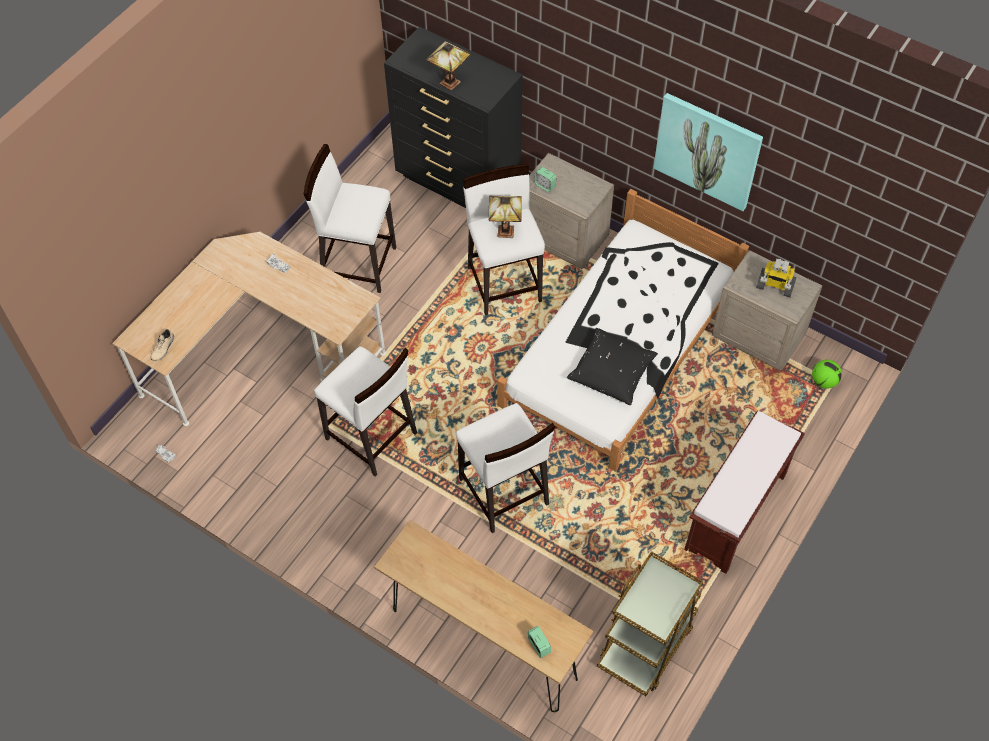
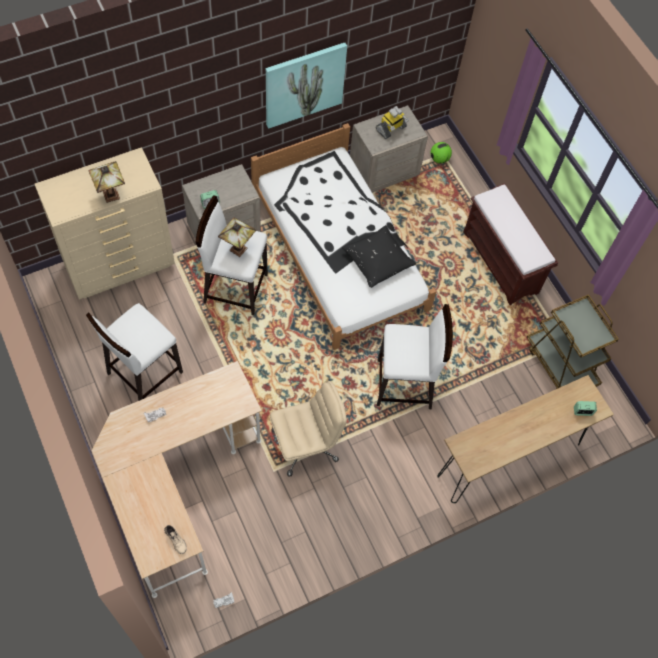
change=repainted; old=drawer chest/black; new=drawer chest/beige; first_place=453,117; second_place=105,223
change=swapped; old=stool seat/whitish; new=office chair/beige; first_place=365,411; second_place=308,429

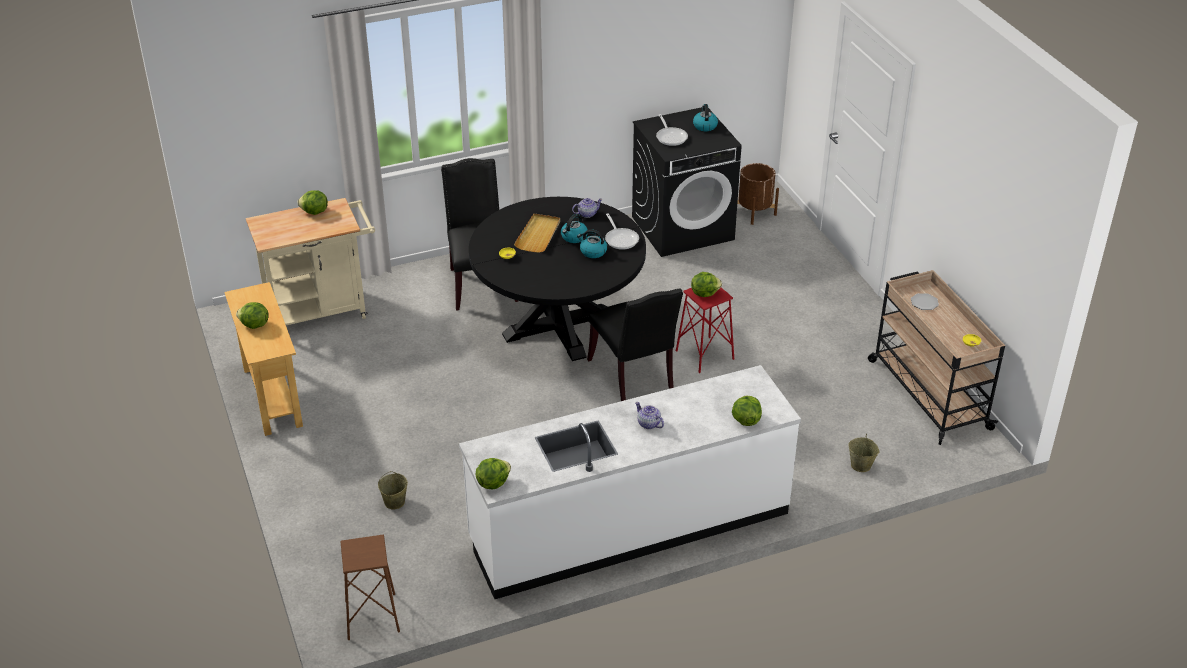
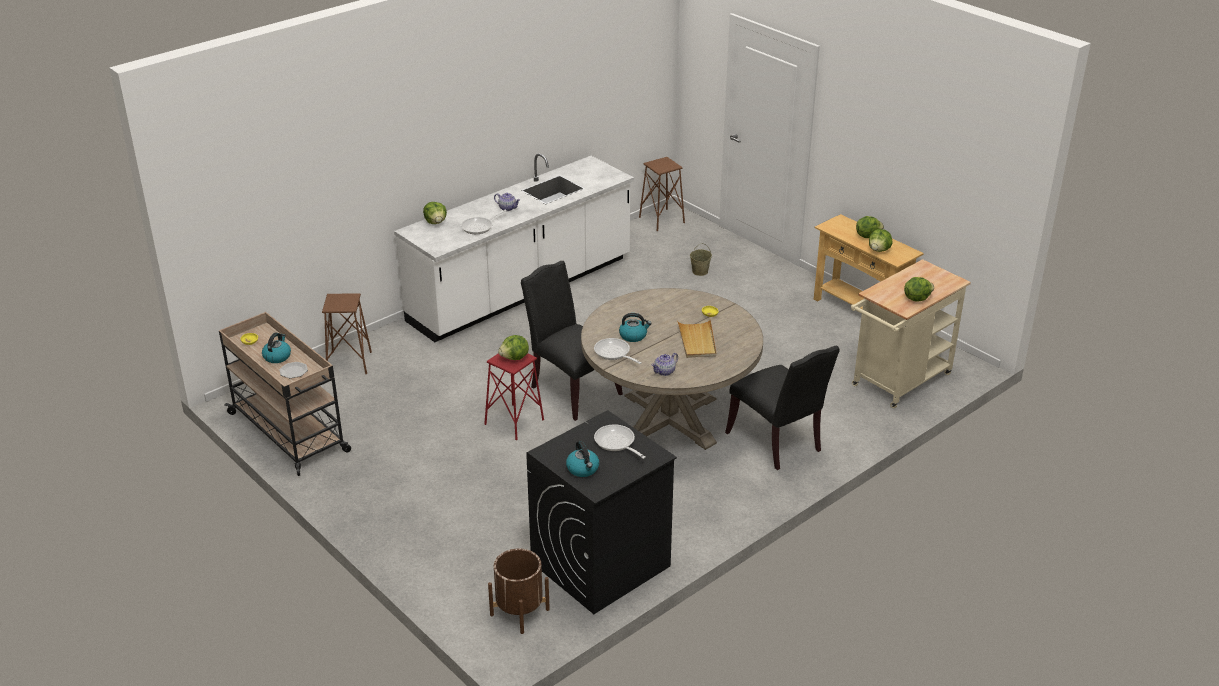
change=repainted; old=kitchen table/black; new=kitchen table/beige; first_place=557,279; second_place=672,369
change=shifted; old=water kettle; first_place=574,228; second_place=276,348
change=swapped; old=water bucket/beige; new=stool seat/brownish; first_place=864,452; second_place=347,333
change=shifted; old=lettuce; first_place=493,473; second_place=880,240
change=new; new=frying pan; second_place=484,221

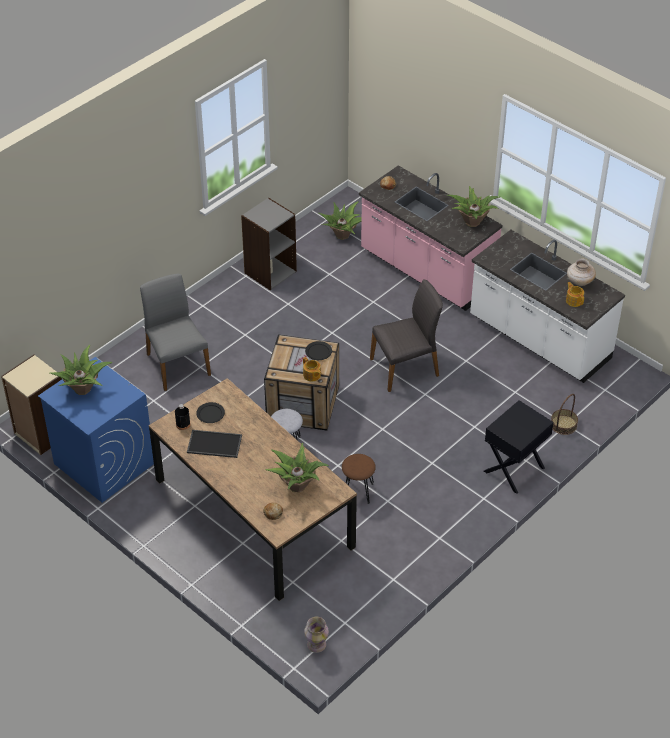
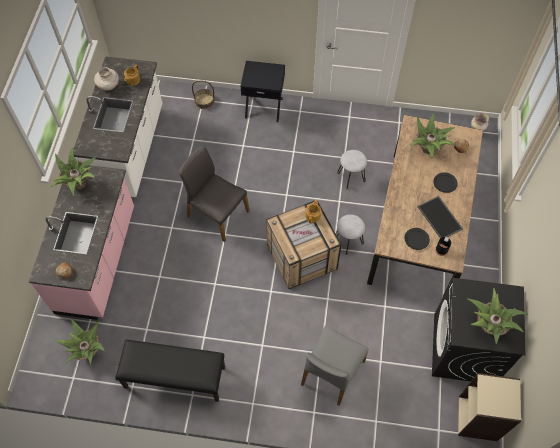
change=swapped; old=bookcase/gray; new=indoor bench/black; first_place=269,243; second_place=170,371
change=shifted; old=dinner plate/black; first_place=318,350; second_place=445,182
change=repainted; old=laundry machine/blue-coloured; new=laundry machine/black; first_place=96,430; second_place=478,330
change=repainted; old=stool seat/brownish; new=stool seat/gray; first_place=359,479; second_place=352,169

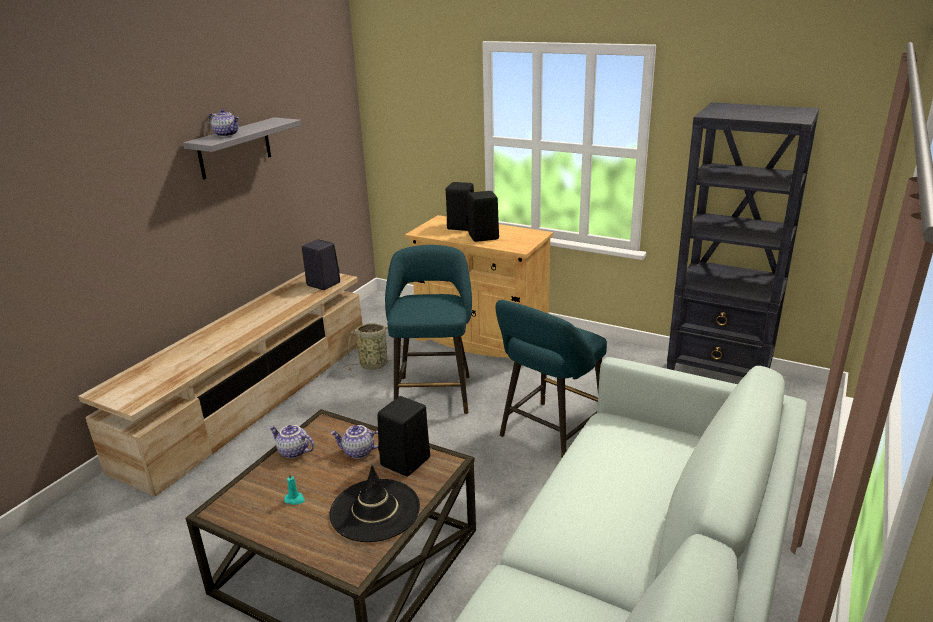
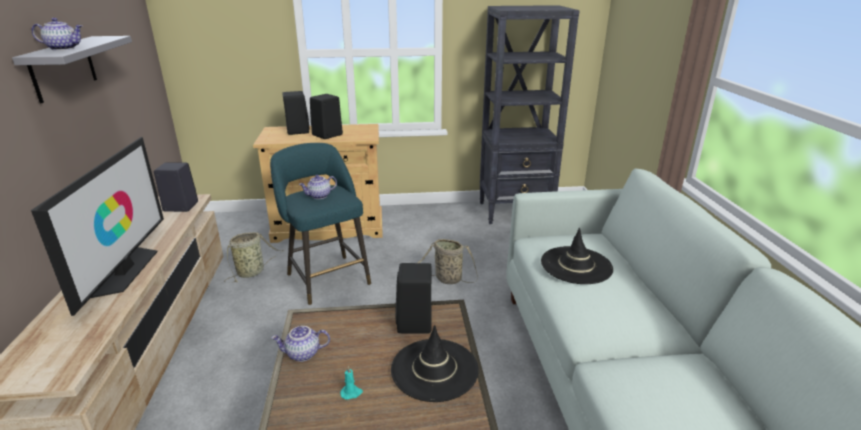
change=swapped; old=stool seat/blue-green; new=storage basket; first_place=551,379; second_place=447,261
change=shifted; old=teapot; first_place=354,442; second_place=318,187
change=new; new=television; second_place=97,226
change=new; new=hat/black; second_place=577,256

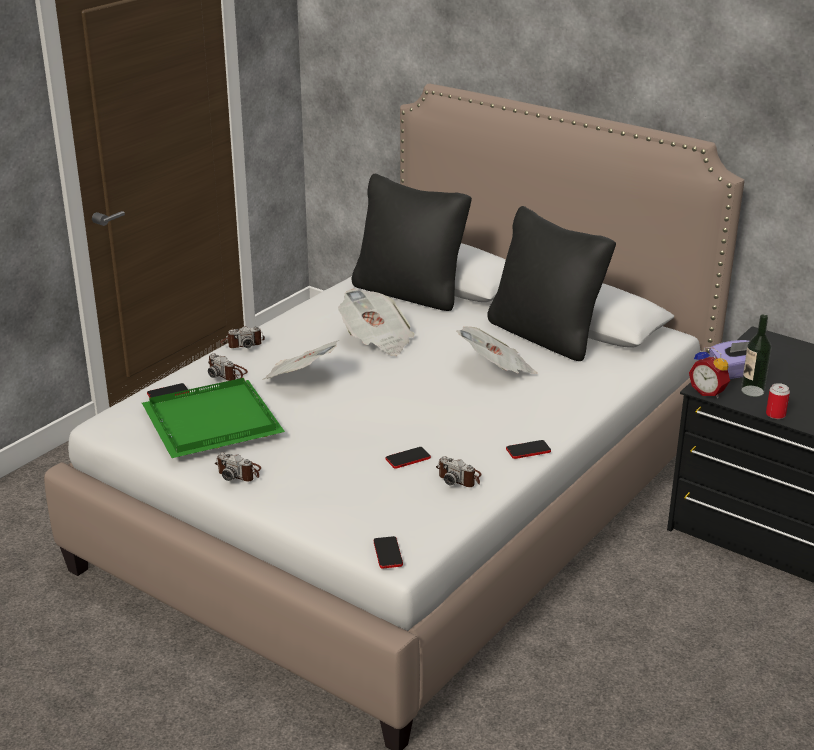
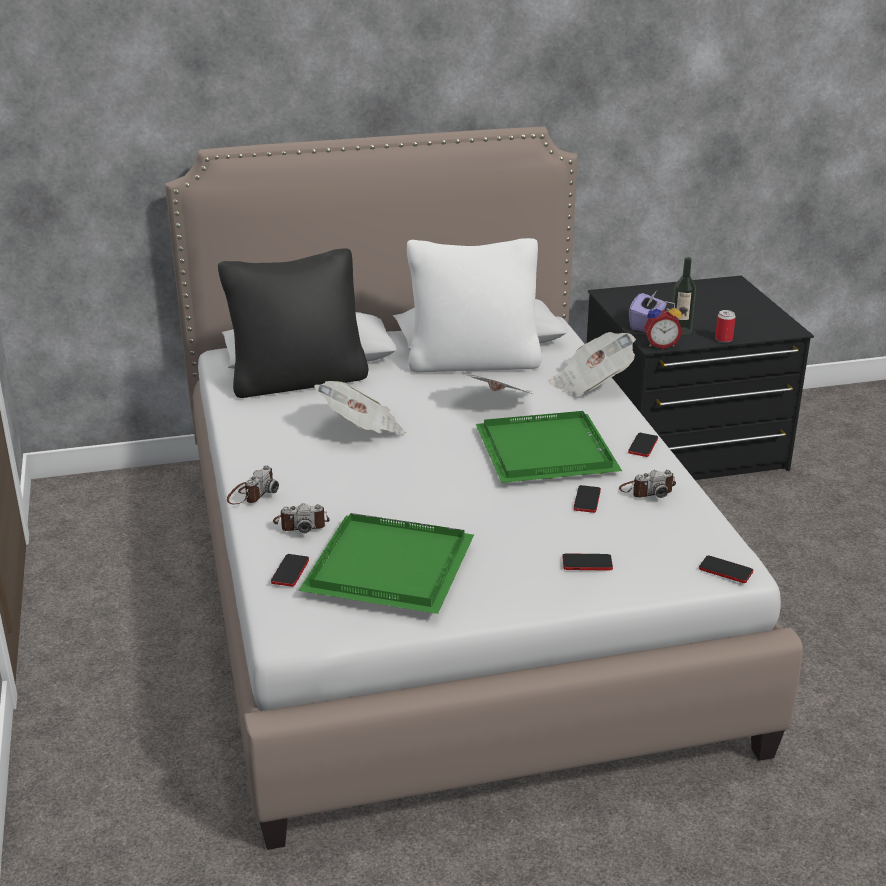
change=repainted; old=throw pillow/black; new=throw pillow/whitish; first_place=551,283; second_place=474,305
change=shifted; old=newspaper; first_place=300,360; second_place=592,364
change=gone; old=still camera; first_place=238,467
change=new; new=tray/greenish; second_place=549,447
change=new; new=phone; second_place=587,562

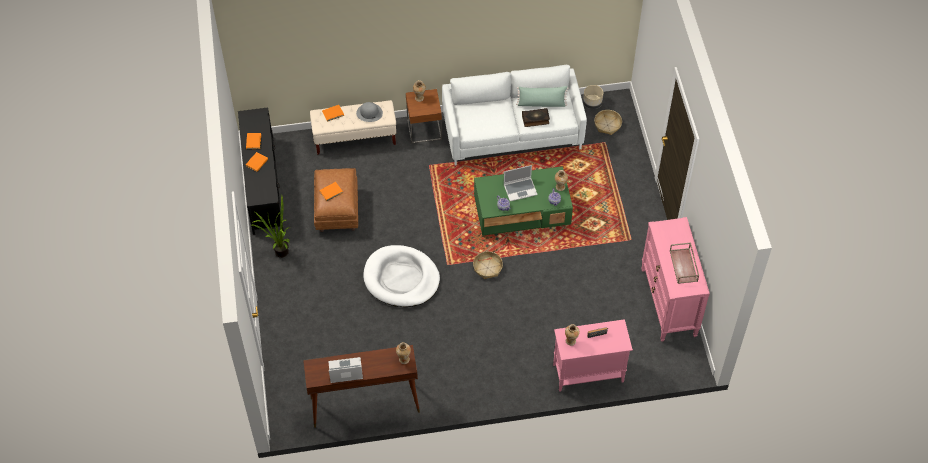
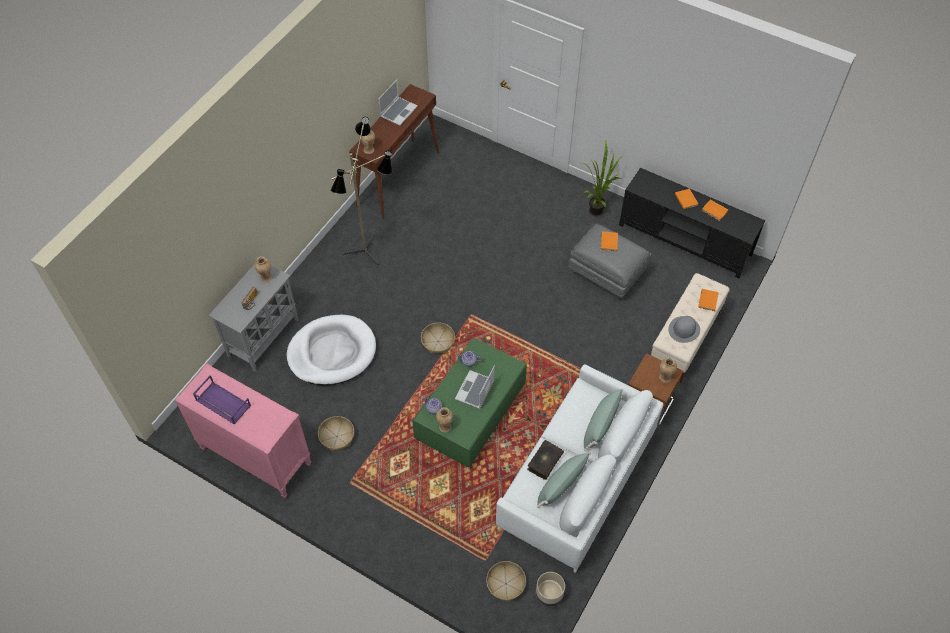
change=repainted; old=ottoman/brownish; new=ottoman/gray; first_place=336,200; second_place=610,261
change=repainted; old=tray/brownish; new=tray/purple; first_place=684,263; second_place=222,400
change=shifted; old=dog bed/whitish; first_place=401,276; second_place=331,350
change=repainted; old=storage cabinet/pinkish; new=storage cabinet/gray; first_place=593,355; second_place=253,318
change=new; new=floor lamp; second_place=361,191
change=new; new=throw pillow/greenish; second_place=603,420
change=new; new=storage basket; second_place=336,433

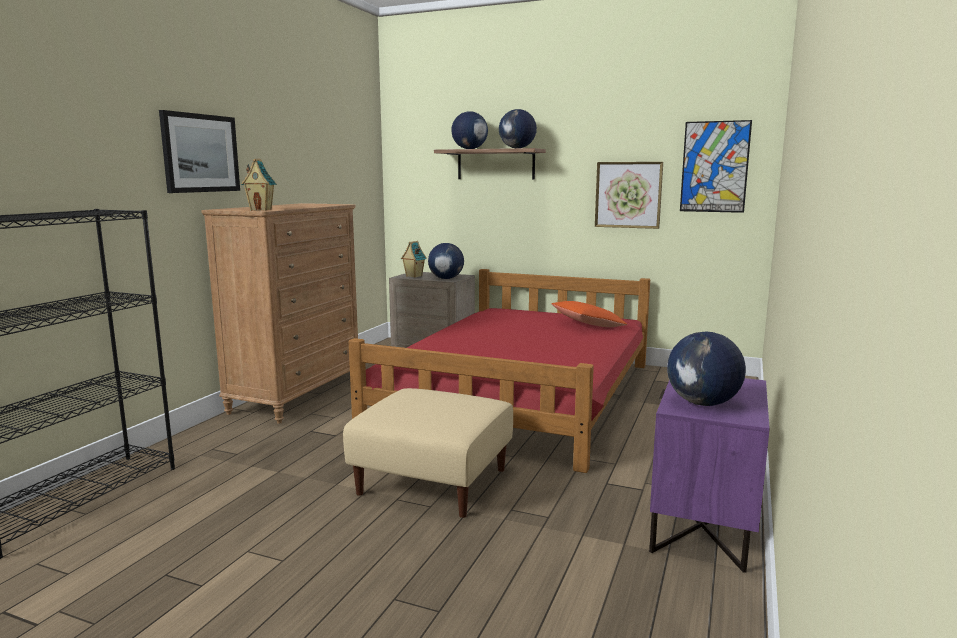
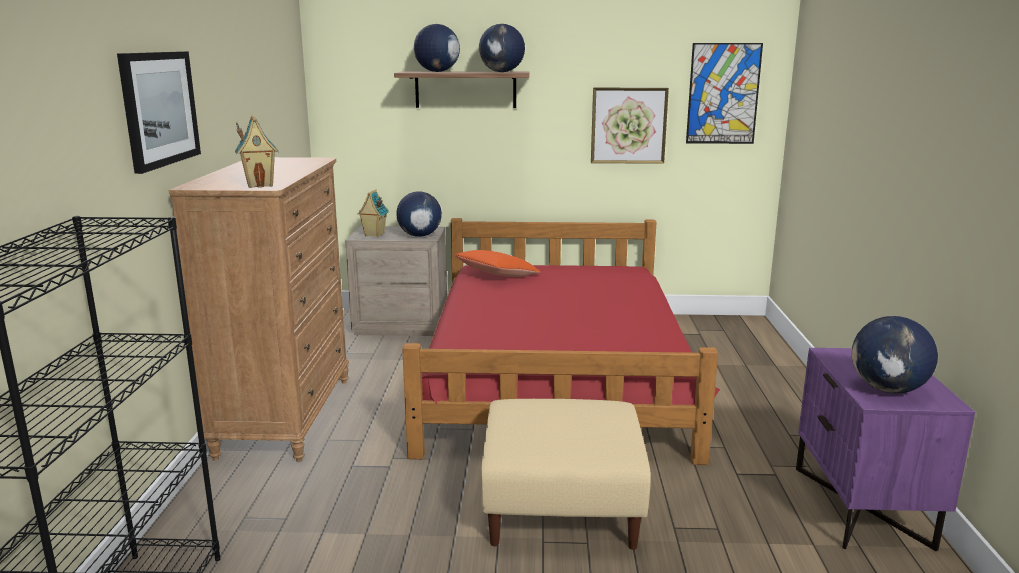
change=shifted; old=throw pillow/orange; first_place=589,314; second_place=497,263

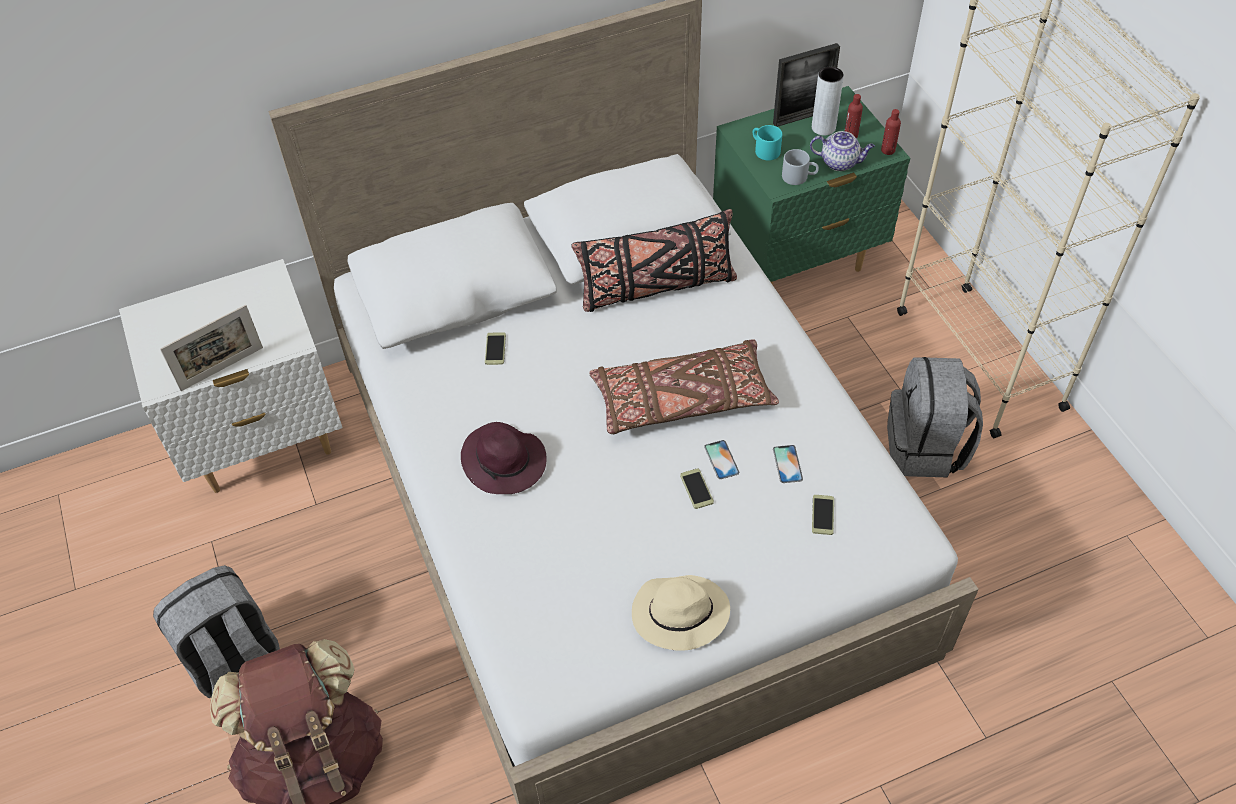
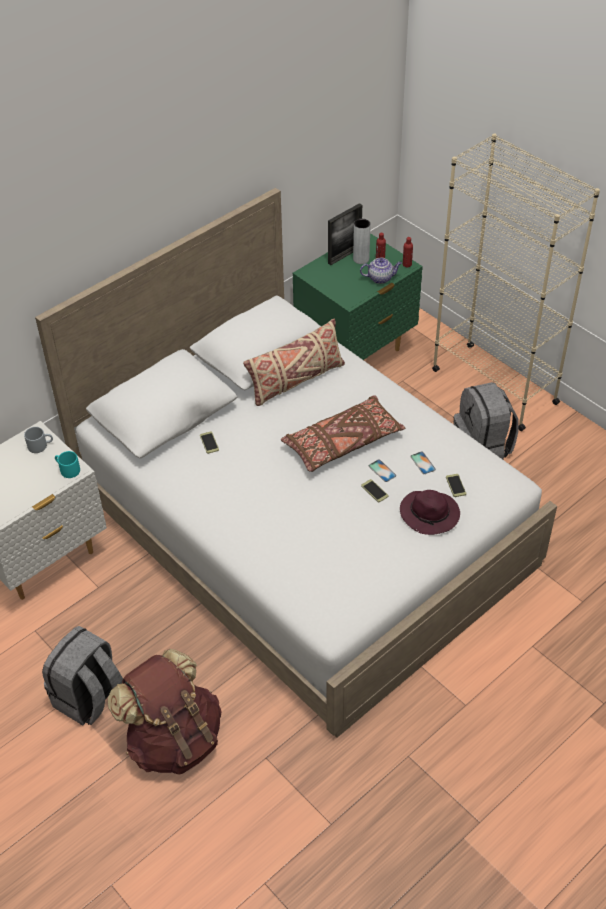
change=shifted; old=mug/blue-green; first_place=767,143; second_place=67,464
change=shifted; old=mug/gray; first_place=800,167; second_place=38,440
change=repainted; old=throw pillow/black; new=throw pillow/beige; first_place=654,260; second_place=294,362
change=gone; old=photo frame; first_place=211,347
change=shifted; old=hat/purple; first_place=504,458; second_place=430,512
change=gone; old=hat/beige; first_place=681,613

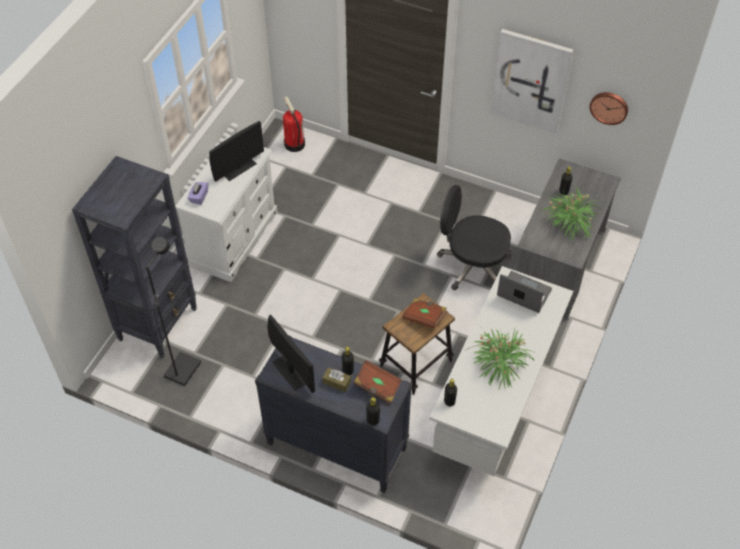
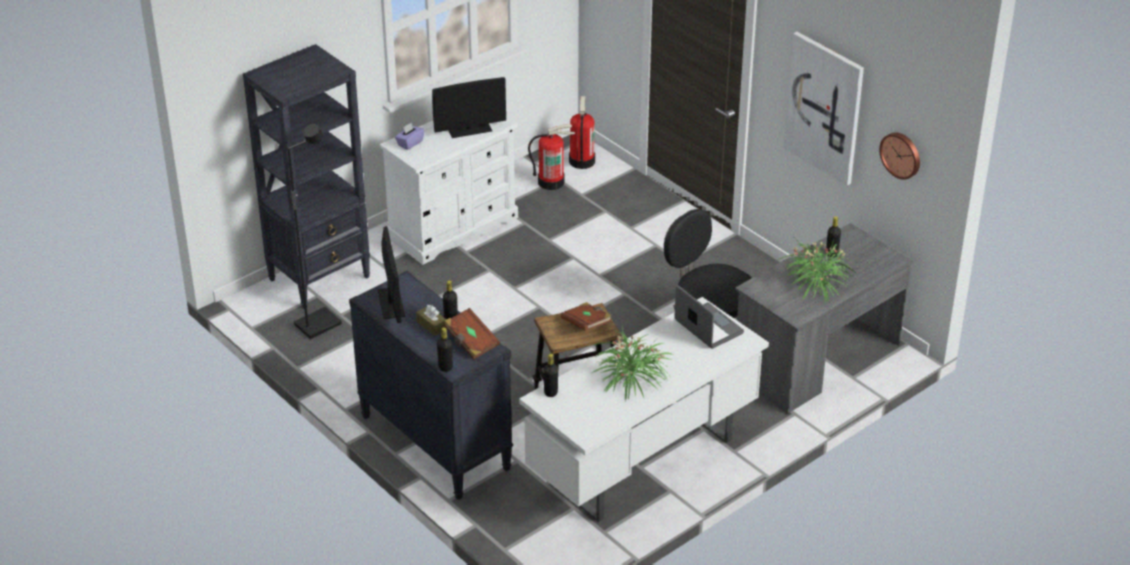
change=new; new=fire-fighting cylinder; second_place=551,157

